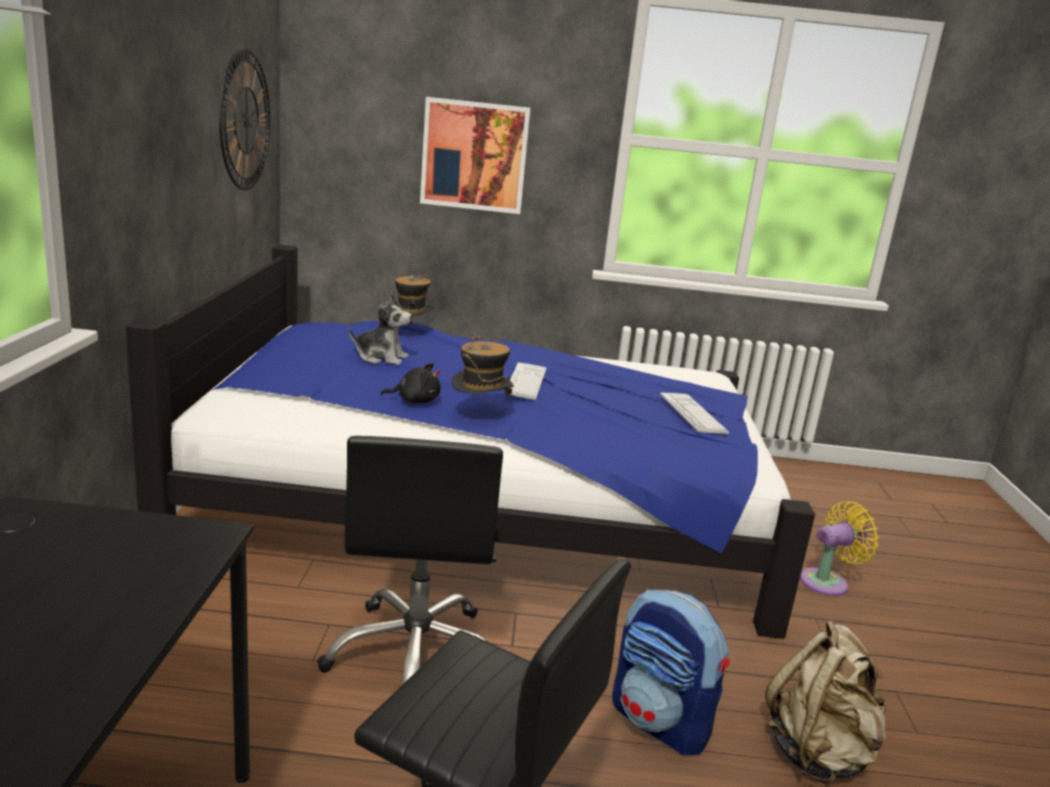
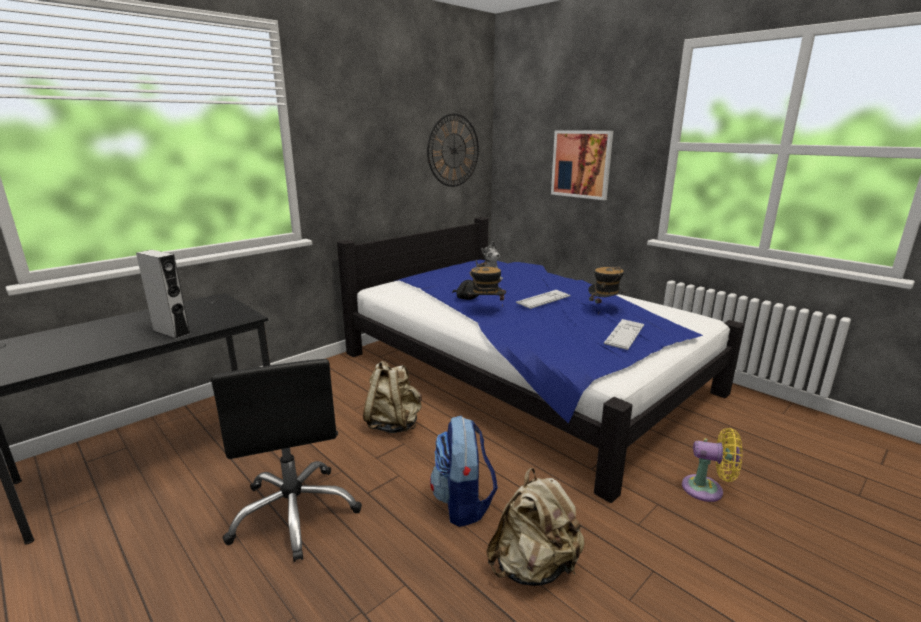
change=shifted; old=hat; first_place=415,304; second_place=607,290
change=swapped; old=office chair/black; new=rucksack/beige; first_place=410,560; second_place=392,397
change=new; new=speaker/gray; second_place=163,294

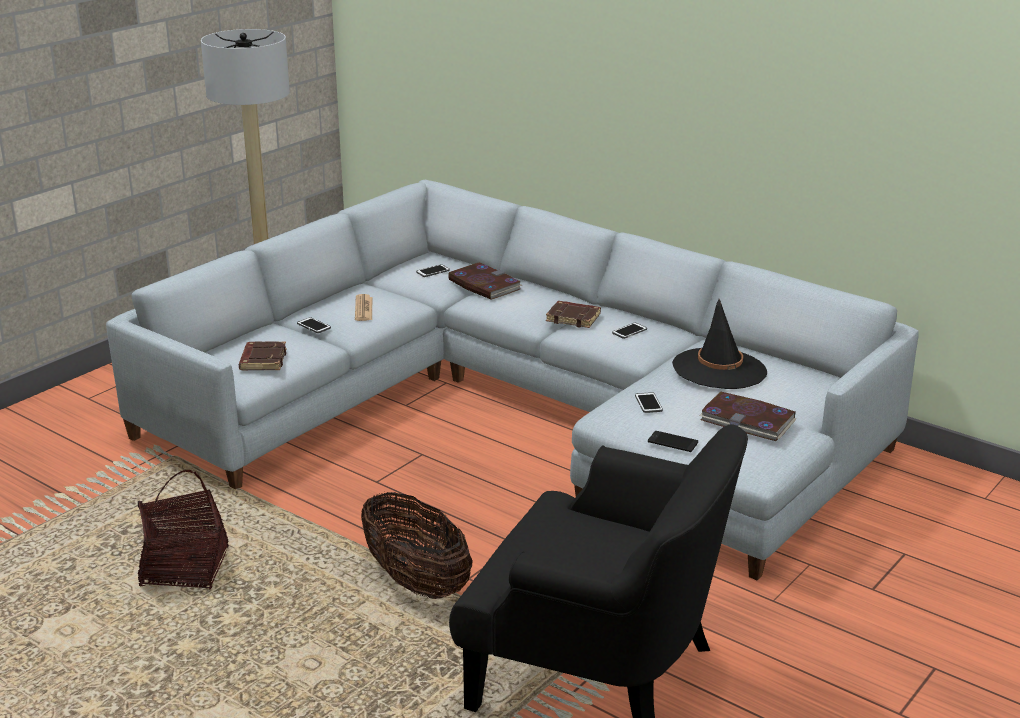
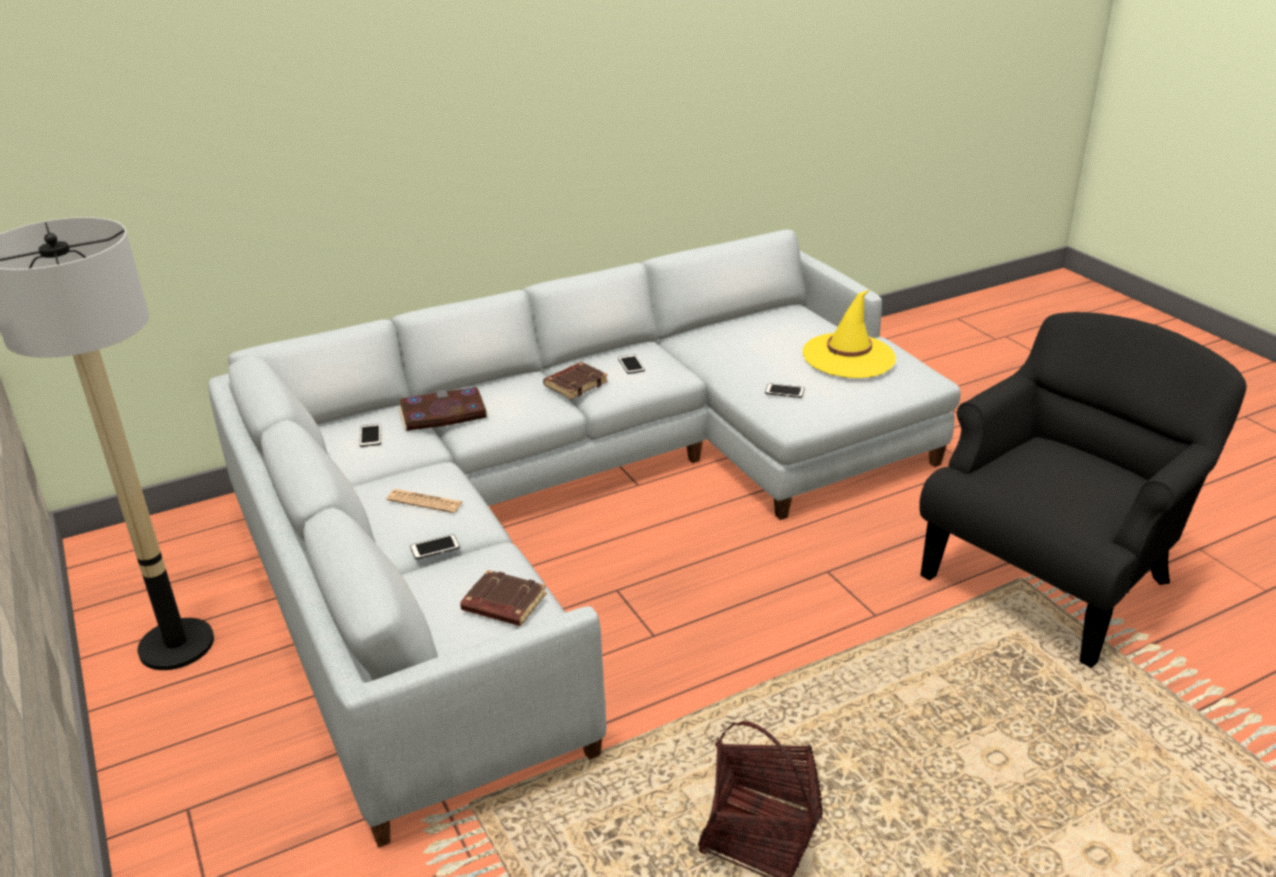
change=gone; old=hat/black; first_place=719,344
change=swapped; old=bound book; new=hat/yellowish; first_place=748,416; second_place=849,334
change=gone; old=phone; first_place=673,441
change=gone; old=storage basket; first_place=417,545

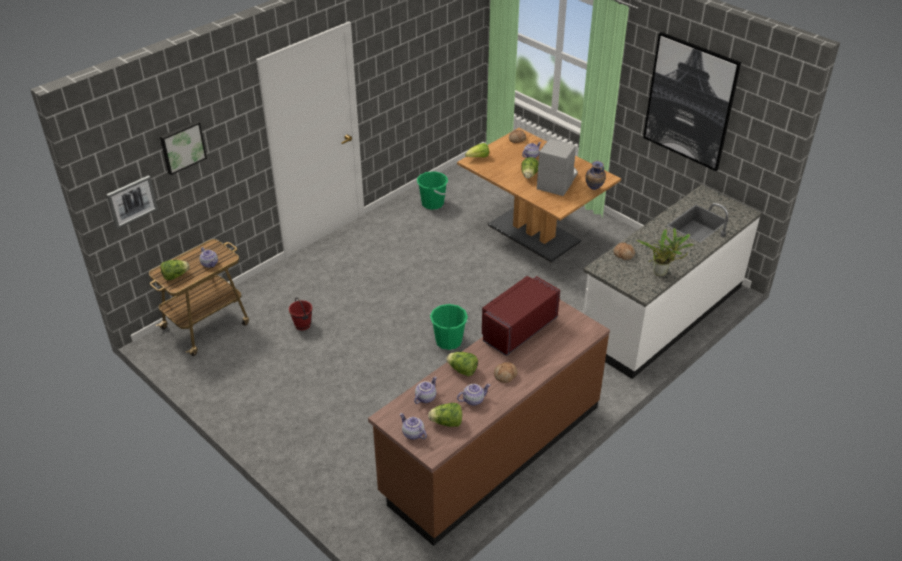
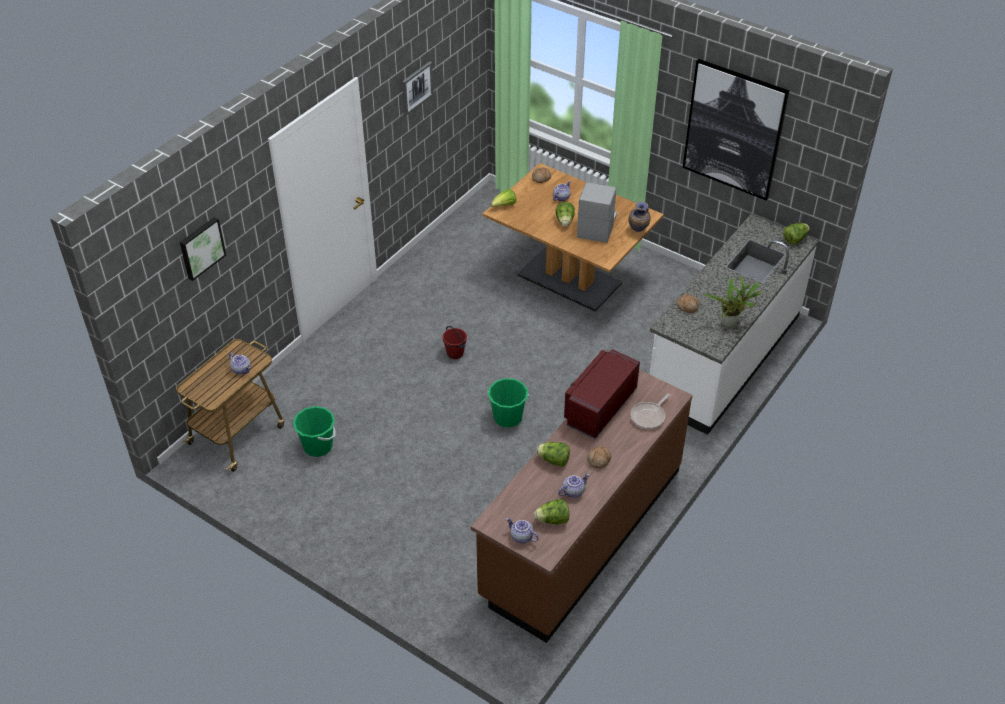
change=shifted; old=water bucket/greenish; first_place=432,190; second_place=314,431
change=shifted; old=wall art; first_place=132,202; second_place=417,88
change=shifted; old=lettuce; first_place=175,270; second_place=796,234
change=shifted; old=water bucket/red; first_place=300,314; second_place=455,342
change=gone; old=teapot; first_place=425,390
change=new; new=frying pan; second_place=650,411

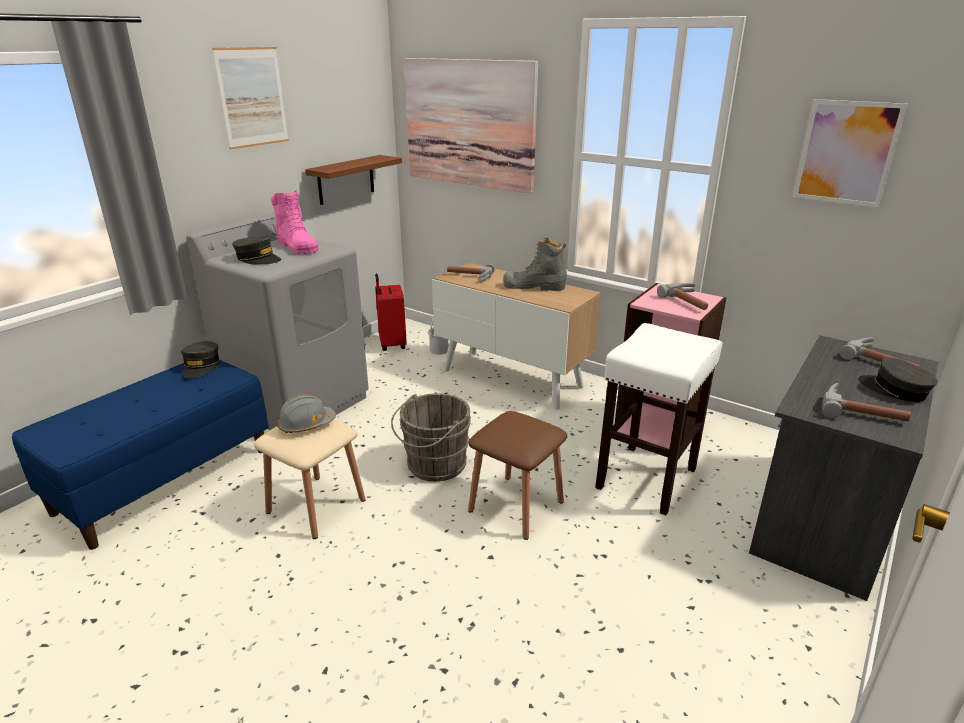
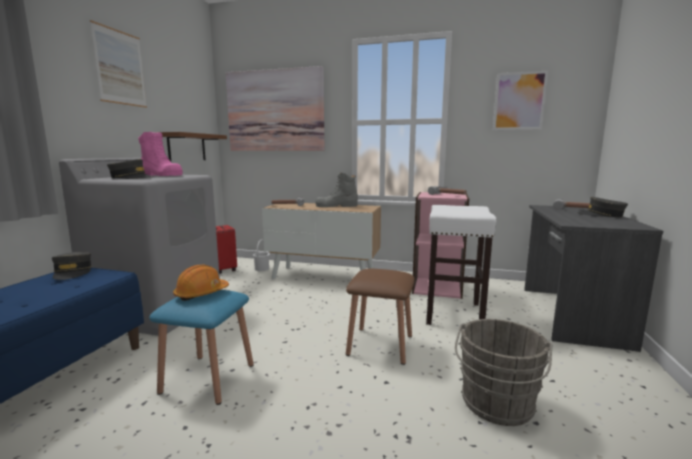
change=gone; old=tool hammer; first_place=866,402
change=repainted; old=hard hat/gray; new=hard hat/orange; first_place=306,413; second_place=201,283
change=shifted; old=water bucket/gray; first_place=431,438; second_place=503,372
change=repainted; old=stool seat/beige; new=stool seat/blue-coloured; first_place=309,479; second_place=201,347

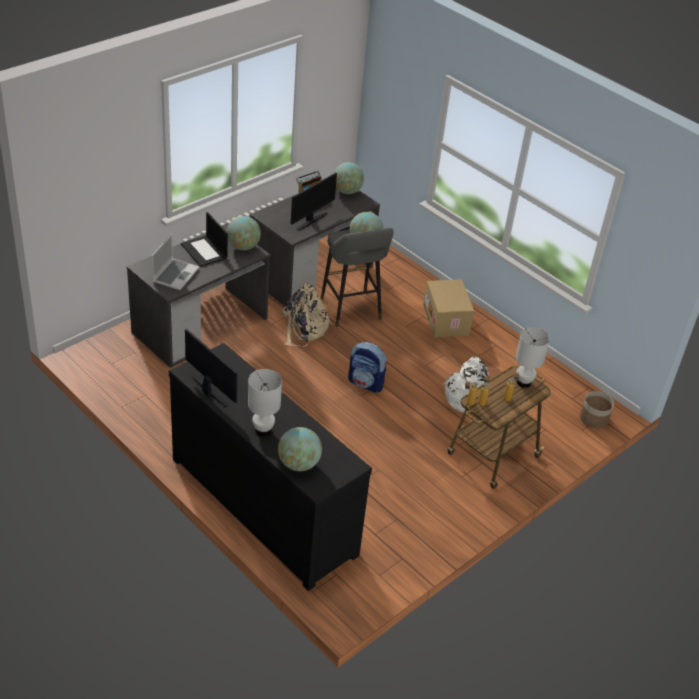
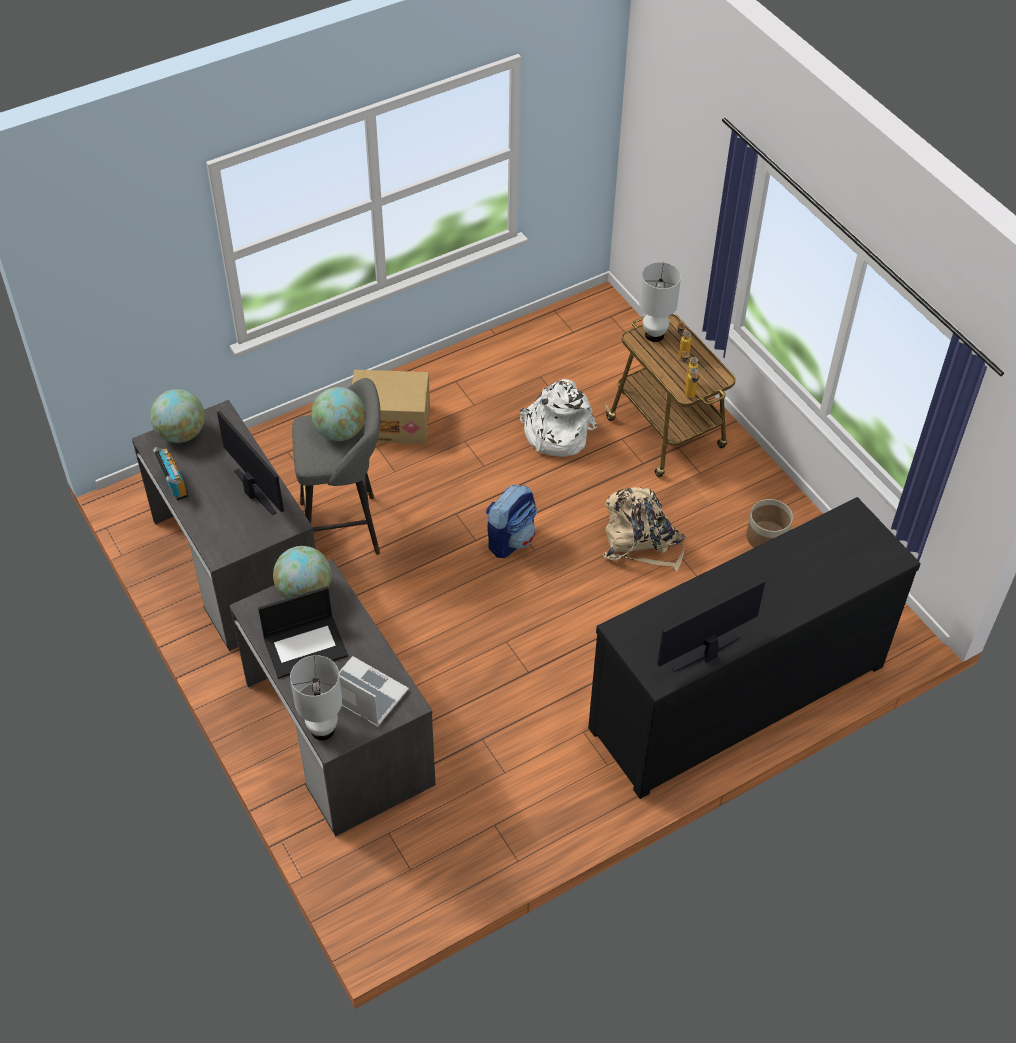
change=shifted; old=rucksack/beige; first_place=307,314; second_place=644,529
change=shifted; old=table lamp/whitish; first_place=265,402; second_place=316,697
change=shifted; old=planter; first_place=597,409; second_place=769,523
change=gone; old=world globe; first_place=300,449

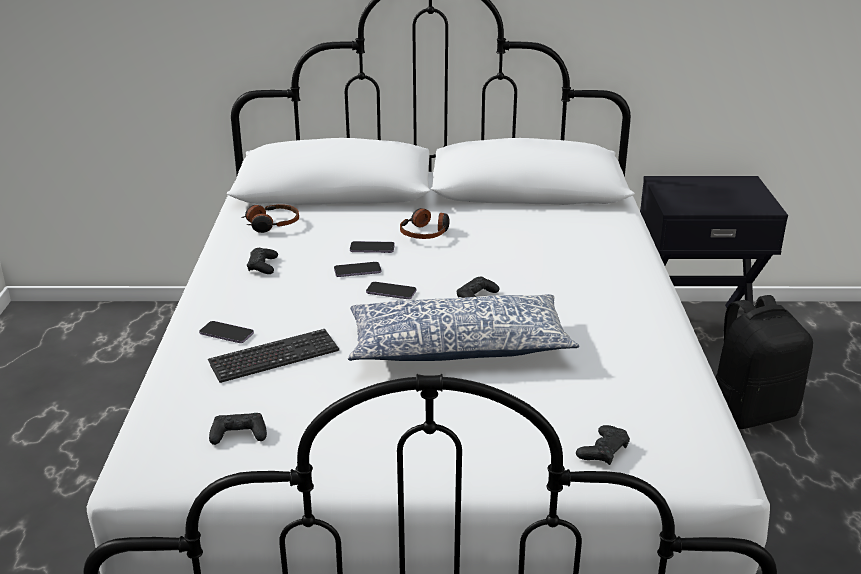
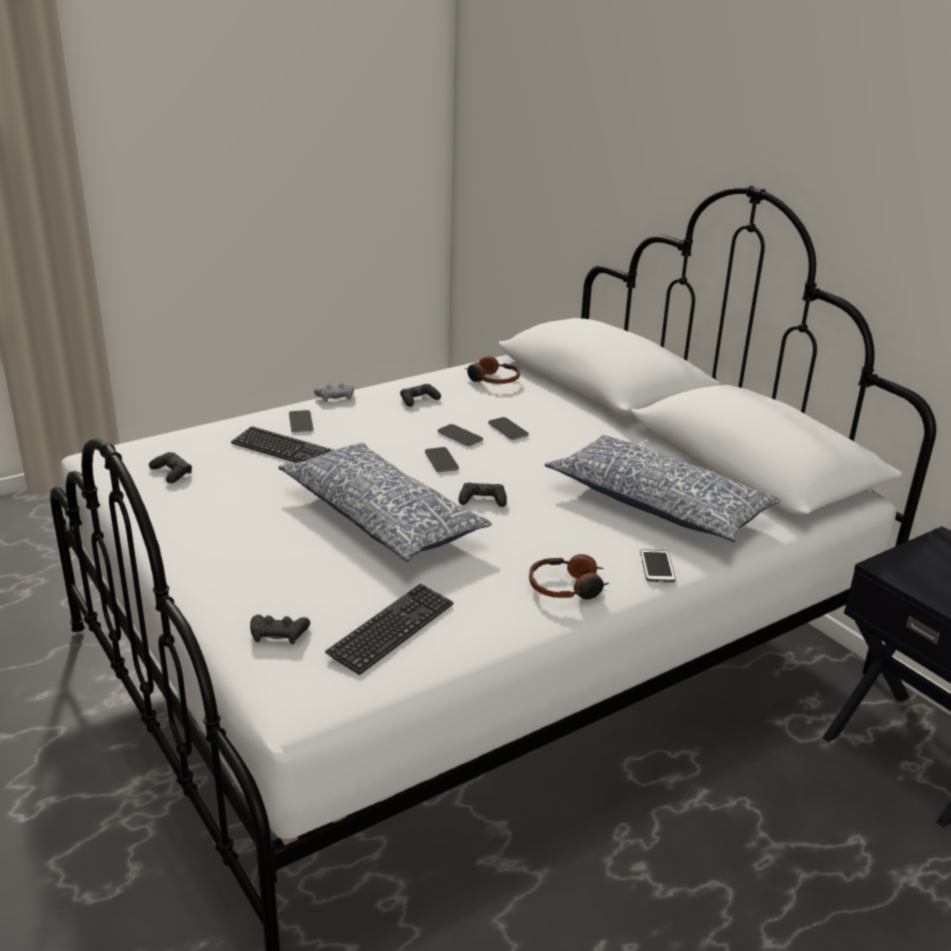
change=shifted; old=pair of headphones; first_place=424,223; second_place=569,577
change=gone; old=rucksack/black; first_place=764,362
change=new; new=game controller/gray; second_place=334,392
change=new; new=throw pillow; second_place=663,488
change=new; new=phone; second_place=658,565
change=new; new=computer keyboard; second_place=389,629

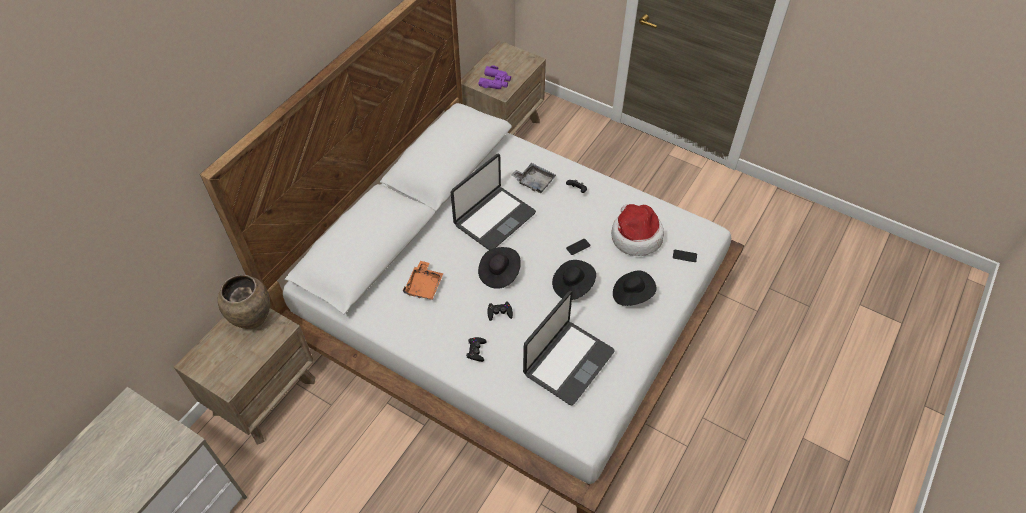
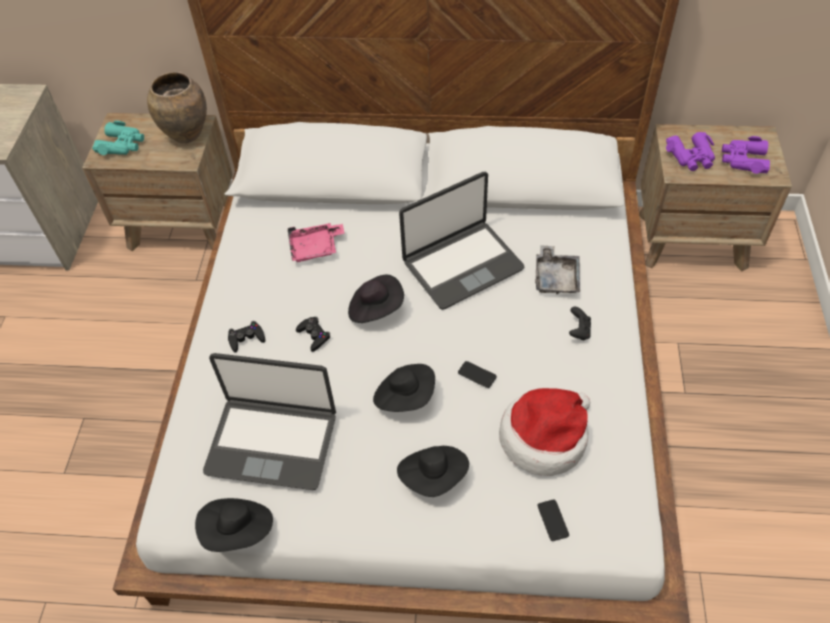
change=rotated; old=laptop; first_place=493,202; second_place=461,241; degrees=-45
change=repainted; old=tray/orange; new=tray/pinkish; first_place=423,280; second_place=316,242
change=new; new=pair of binoculars/blue-green; second_place=118,138
change=new; new=pair of binoculars/purple; second_place=746,155
change=new; new=hat/black; second_place=234,525

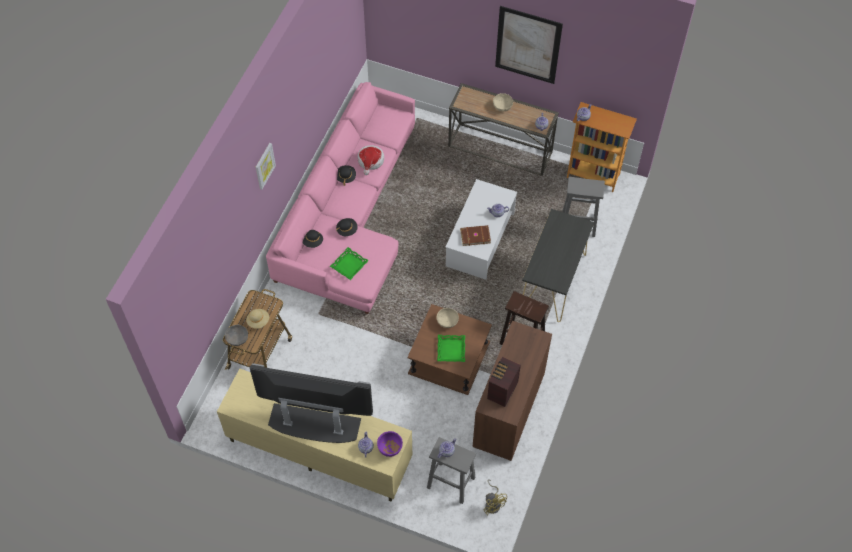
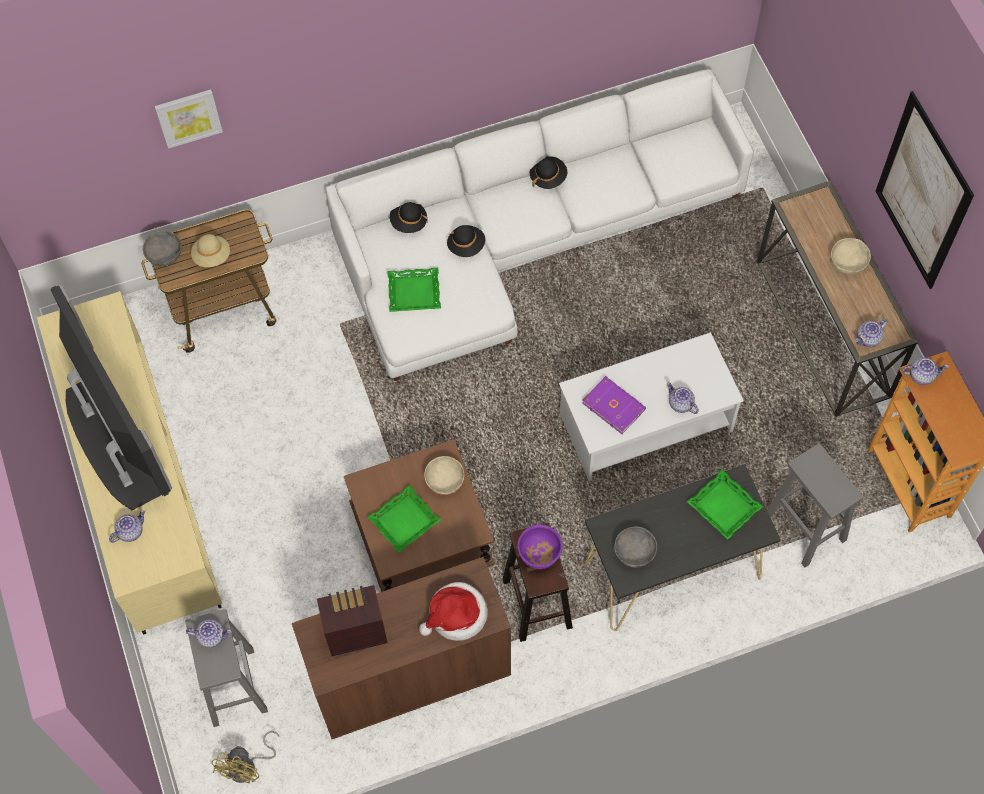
change=repainted; old=sofa/pinkish; new=sofa/whitish; first_place=340,198; second_place=540,225
change=shifted; old=wall art; first_place=266,166; second_place=189,119
change=shifted; old=hat; first_place=370,160; second_place=453,611
change=repainted; old=bound book/brownish; new=bound book/purple; first_place=475,235; second_place=614,405
change=shifted; old=serving bowl/purple; first_place=390,444; second_place=540,546
change=new; new=tray/greenish; second_place=725,504
change=new; new=serving bowl/gray; second_place=635,546

